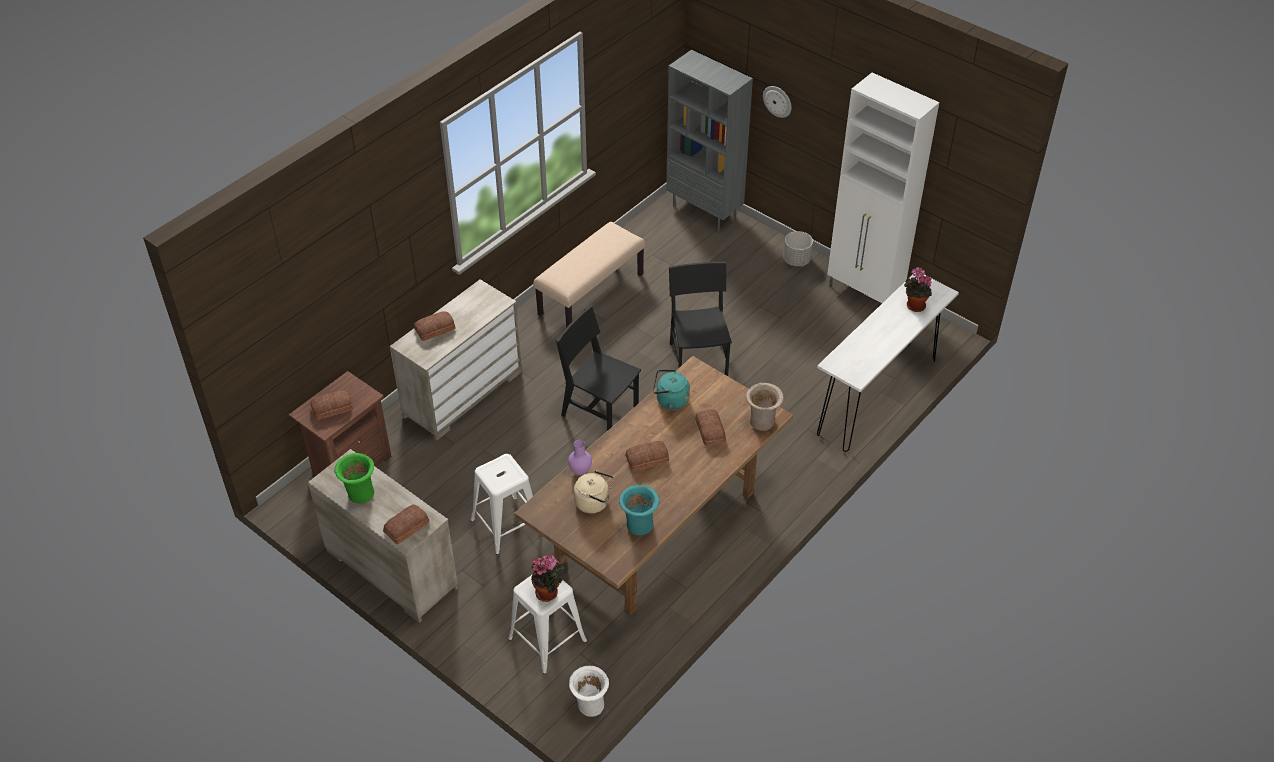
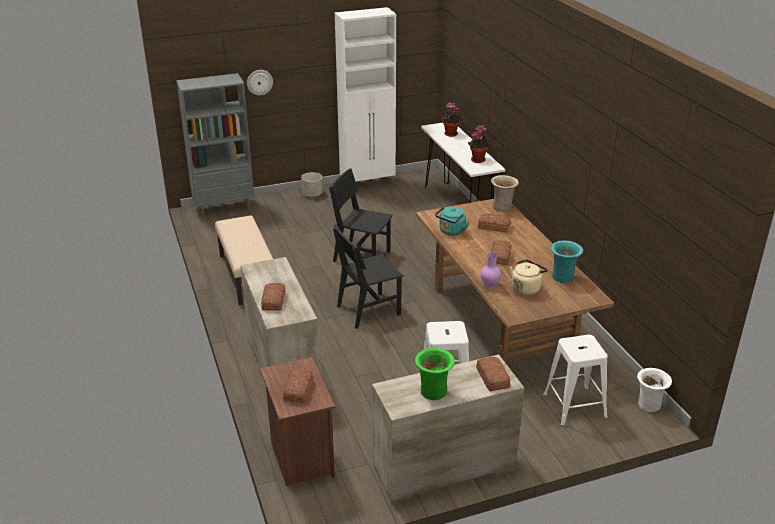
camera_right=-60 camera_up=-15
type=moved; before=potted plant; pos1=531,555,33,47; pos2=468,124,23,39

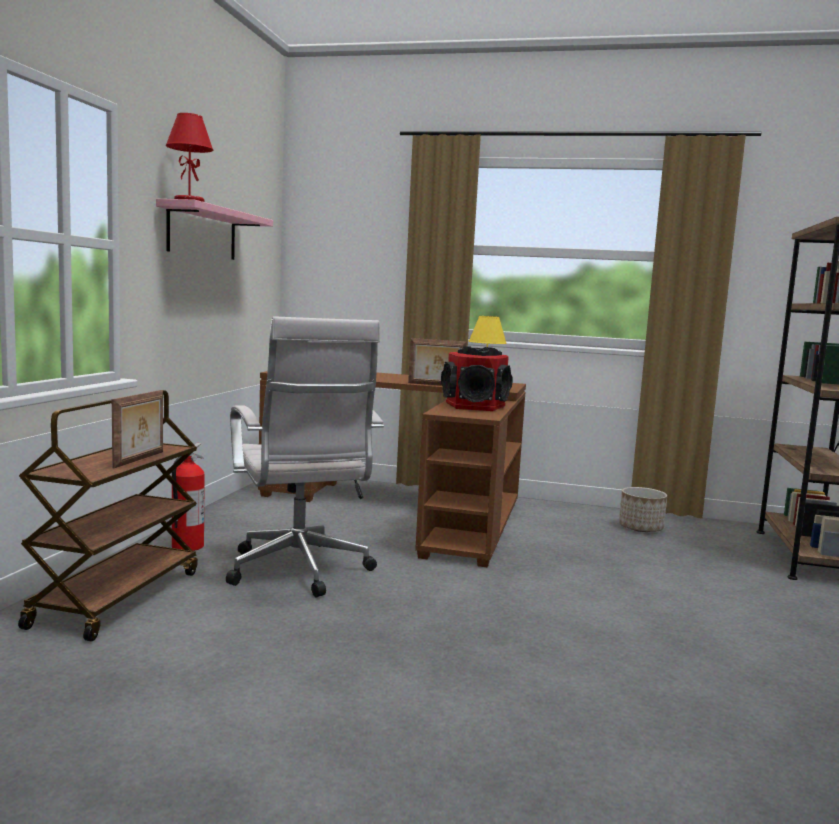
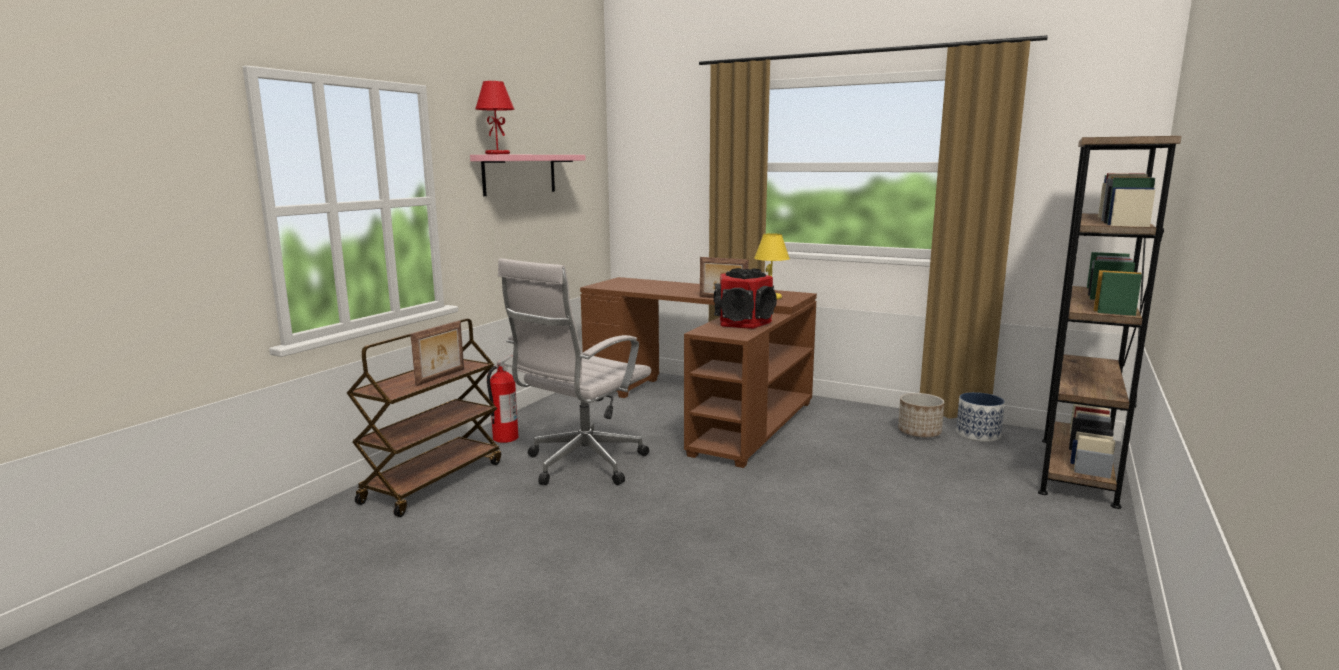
camera_right=15 camera_up=5
type=turned; before=office chair/white; pos1=226,316,158,281; pos2=498,258,153,227; turn=45
type=added; after=planter; pos2=956,392,49,50

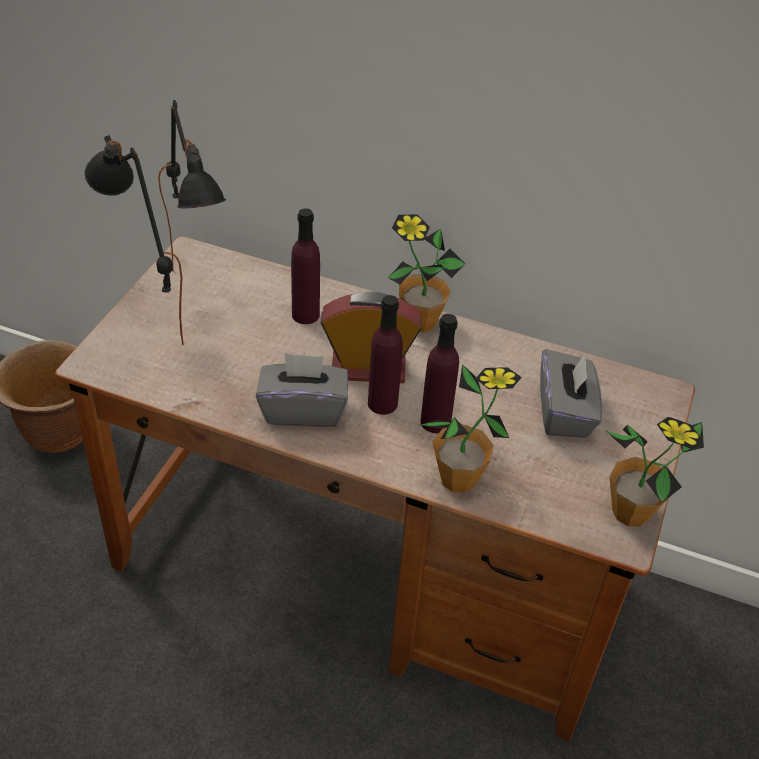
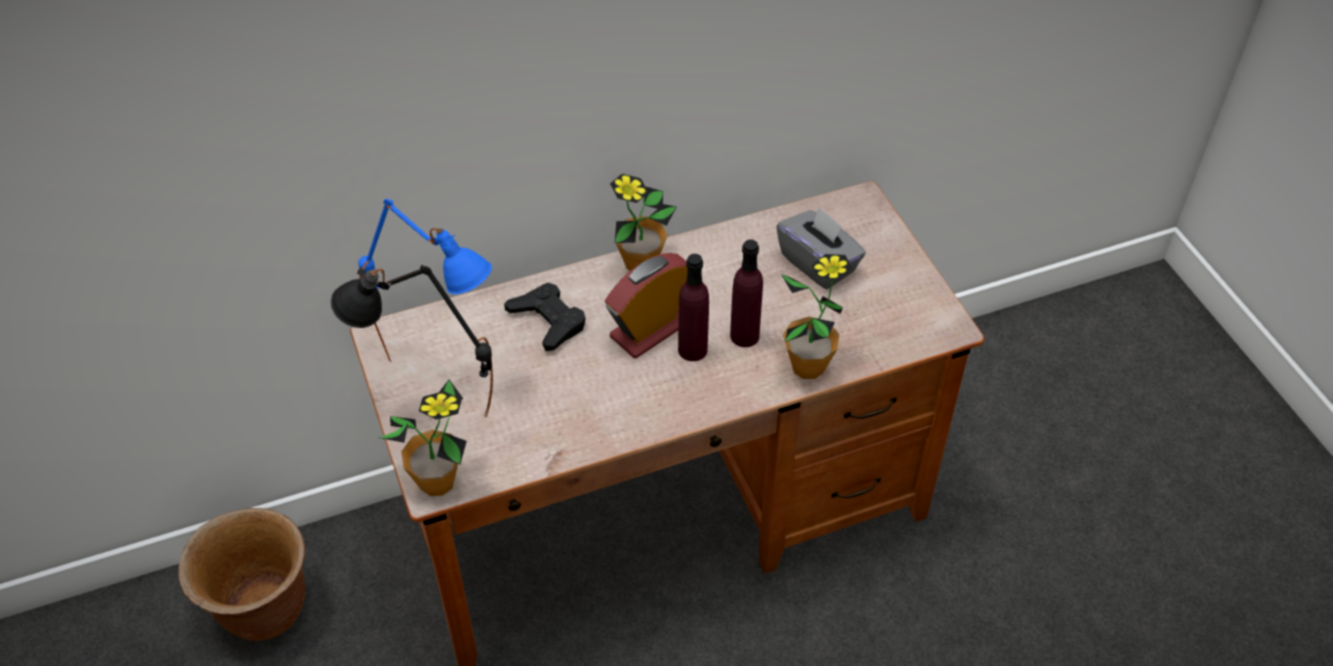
camera_right=-40 camera_up=5
type=recoloured; before=table lamp/black; after=table lamp/blue; pos1=158,100,68,172; pos2=358,199,134,163
type=removed; before=tissue box/grey; pos1=256,353,92,74
type=replaced; before=bottle/purple; after=game controller/black; pos1=291,208,29,116; pos2=504,283,81,68
type=moved; before=potted plant; pos1=605,417,99,109; pos2=379,380,88,116

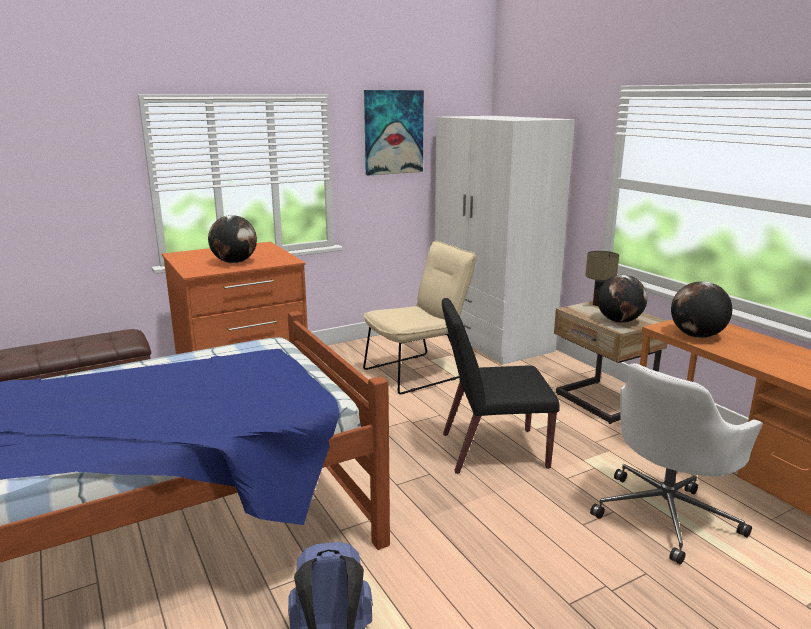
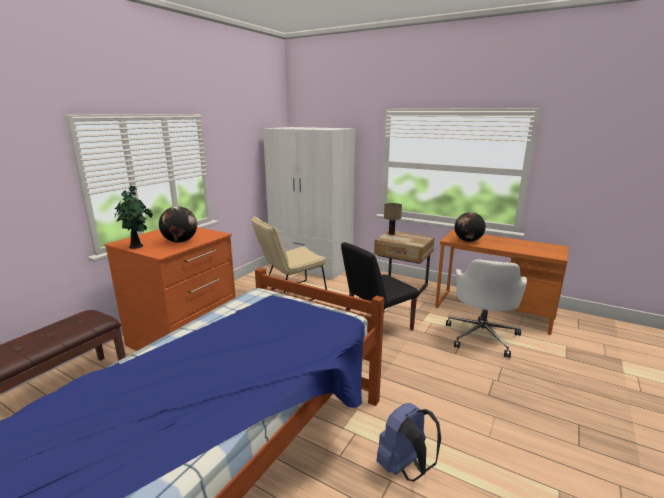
camera_right=-30 camera_up=0
type=turned; before=chair/beige; pos1=363,241,113,153; pos2=252,216,75,84; turn=-150
type=removed; before=picture; pos1=364,90,60,86
type=removed; before=globe; pos1=597,275,51,48
type=added; after=potted plant; pos2=114,186,39,63

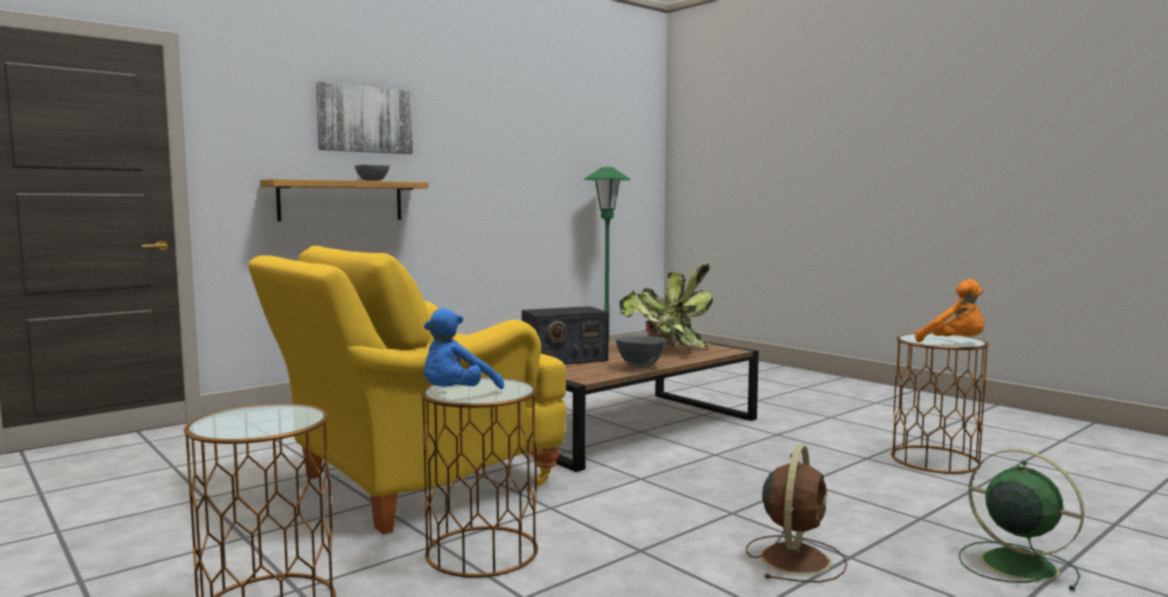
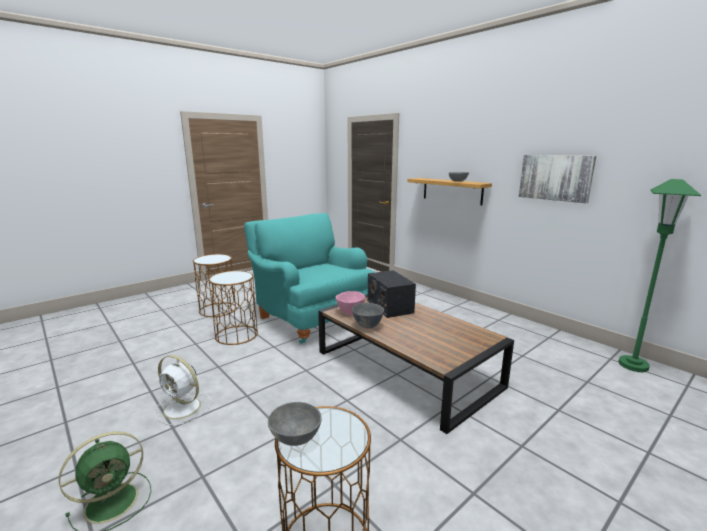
camera_right=90 camera_up=10
type=recoloured; before=armchair/yellow; after=armchair/turquoise; pos1=248,246,318,289; pos2=244,213,131,131
type=moved; before=picture; pos1=316,82,97,72; pos2=519,155,77,48
type=removed; before=plush toy/blue; pos1=424,308,80,81
type=removed; before=potted plant; pos1=620,262,93,87
type=recoloured; before=fan/brown; after=fan/white; pos1=746,445,101,138; pos2=154,355,57,70
type=replaced; before=plush toy/orange; after=bowl/grey; pos1=915,279,69,63; pos2=268,402,54,44
type=added; after=bowl/pink; pos2=336,291,29,24

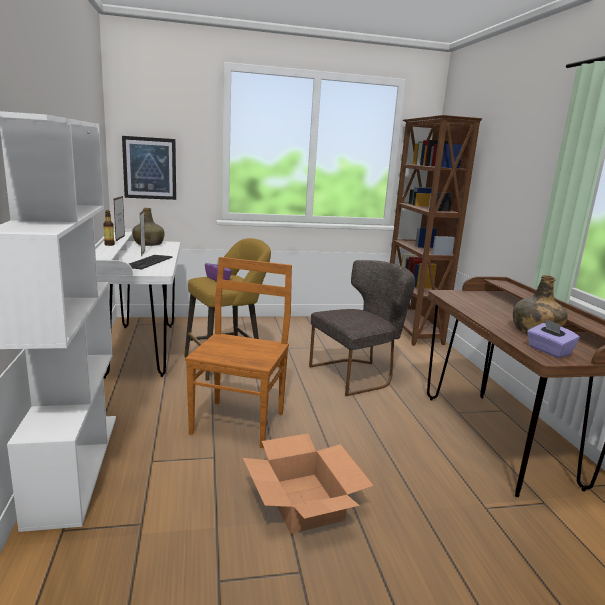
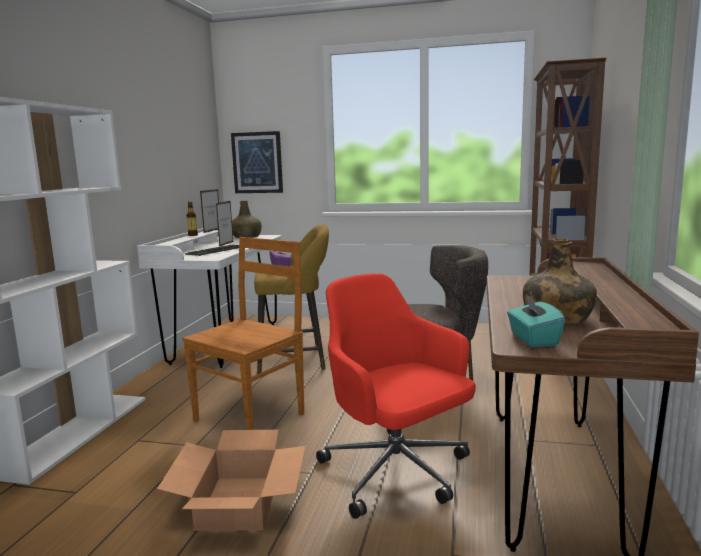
camera_right=25 camera_up=-5
type=recoloured; before=tissue box/purple; after=tissue box/turquoise; pos1=527,319,53,39; pos2=507,293,58,54
type=added; after=office chair/red; pos2=316,273,160,246

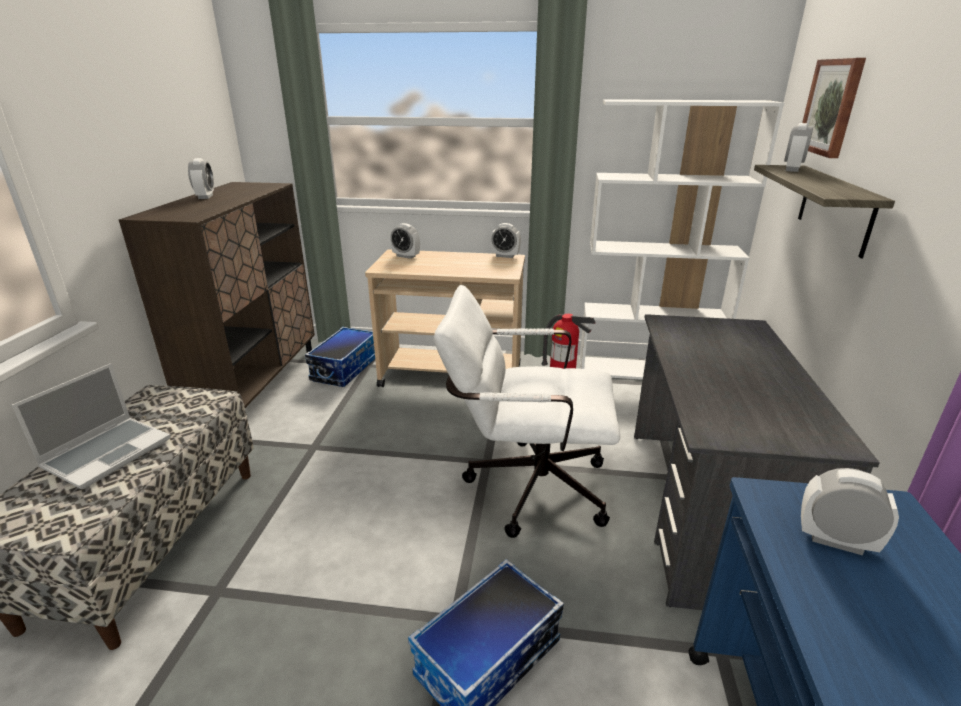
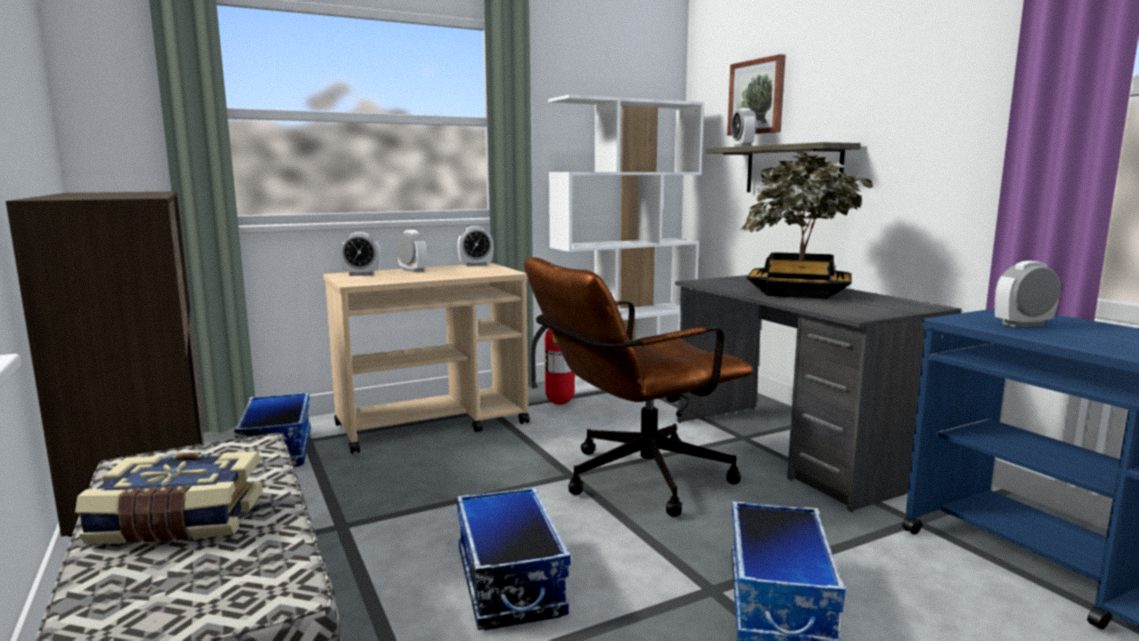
camera_right=-35 camera_up=-15
type=replaced; before=laptop; after=book; pos1=12,363,159,126; pos2=75,451,188,93
type=moved; before=alarm clock; pos1=188,158,26,41; pos2=396,230,32,42
type=recoloured; before=office chair/white; after=office chair/brown; pos1=434,285,186,253; pos2=524,257,229,260
type=added; after=storage box; pos2=457,487,114,143
type=added; after=potted plant; pos2=741,151,133,148

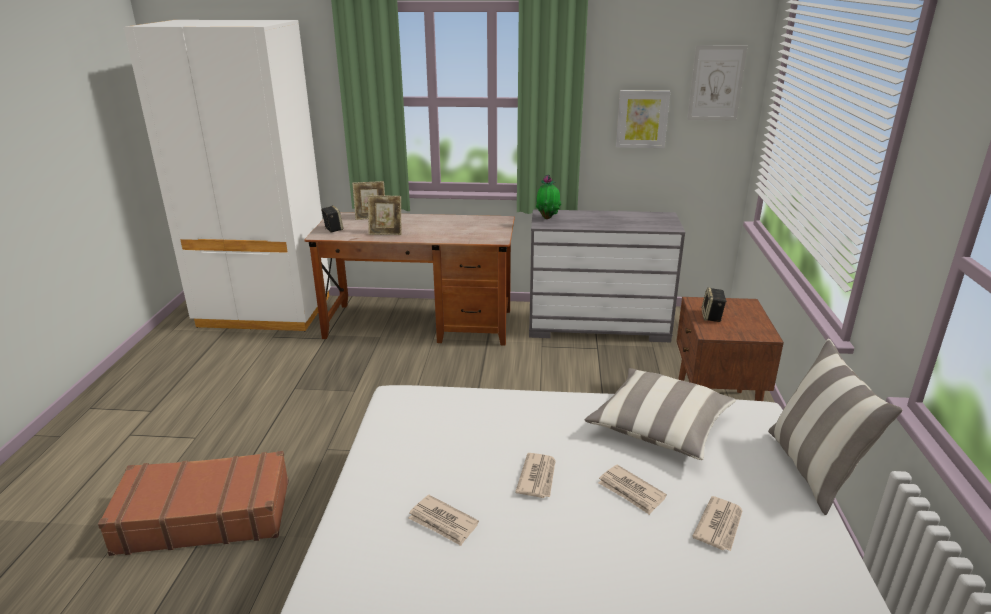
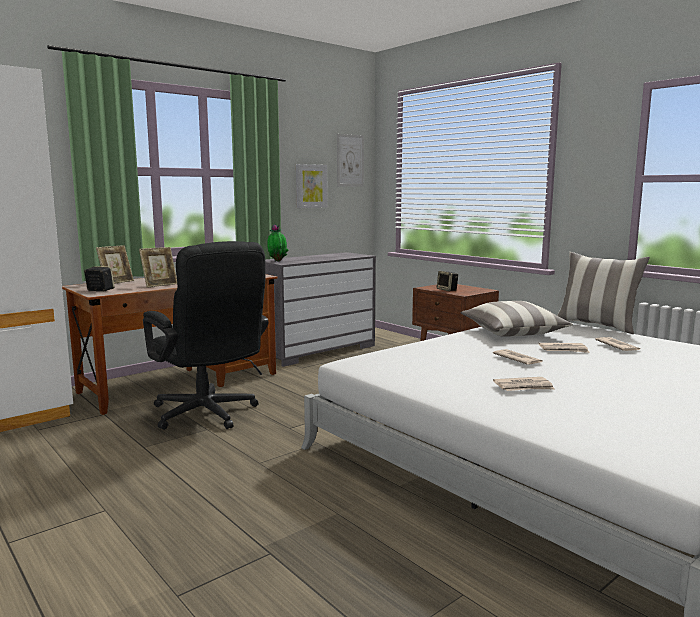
camera_right=-45 camera_up=-15
type=removed; before=suitcase/brown; pos1=98,451,191,105
type=added; after=office chair/black; pos2=143,241,126,189

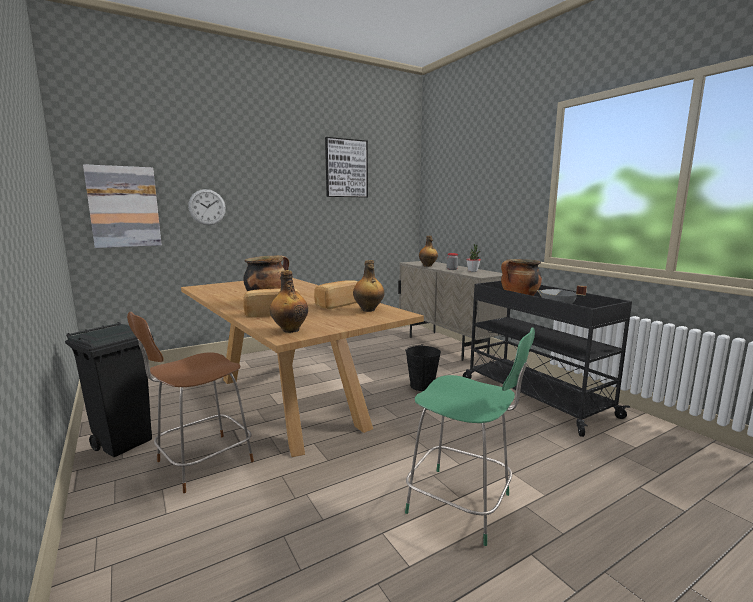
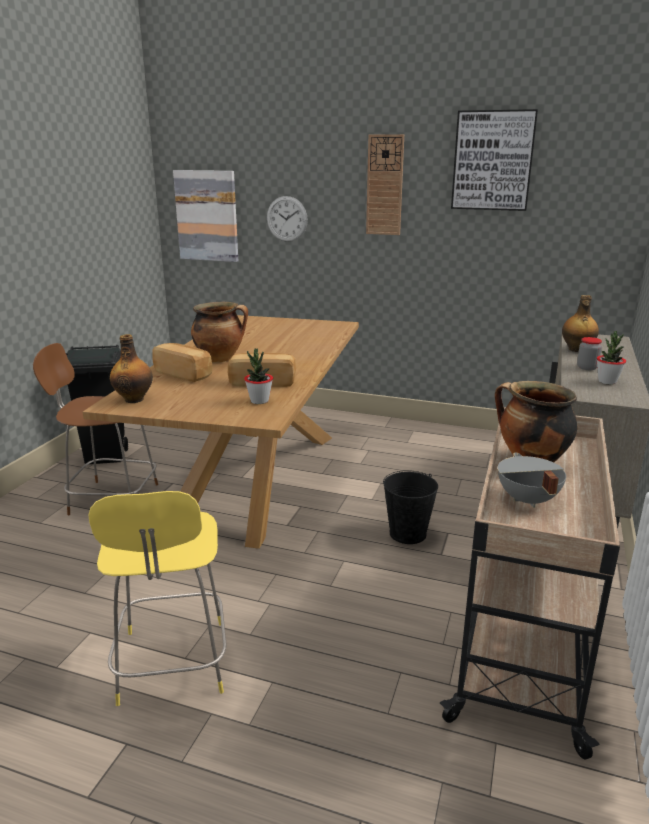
camera_right=50 camera_up=10
type=replaced; before=bottle; after=potted plant; pos1=353,260,32,52; pos2=244,349,29,55
type=recoloured; before=stool/green; after=stool/yellow; pos1=405,327,130,219; pos2=89,491,138,215
type=recoloured; before=cart/black; after=cart/beige; pos1=463,281,169,156; pos2=440,407,180,353
type=added; after=wall clock; pos2=366,134,38,101

